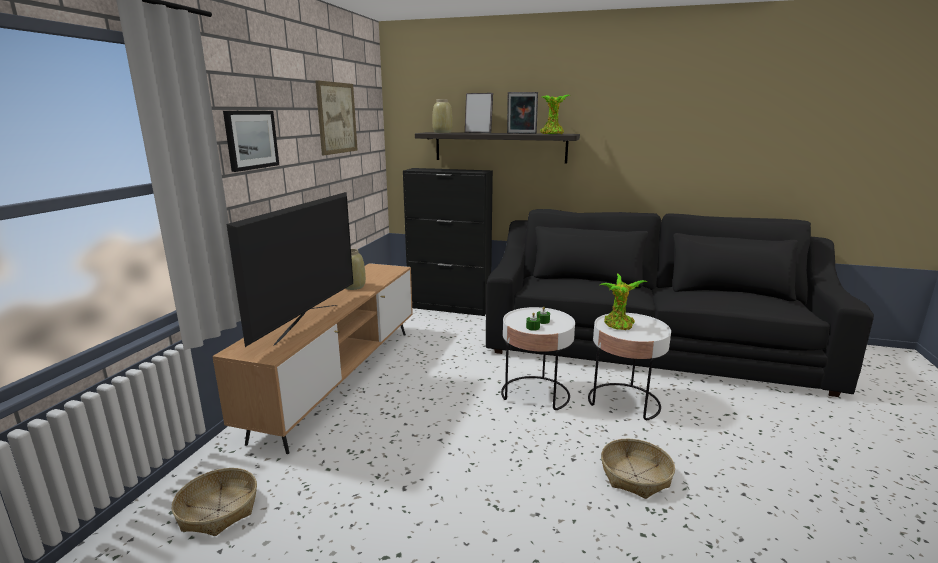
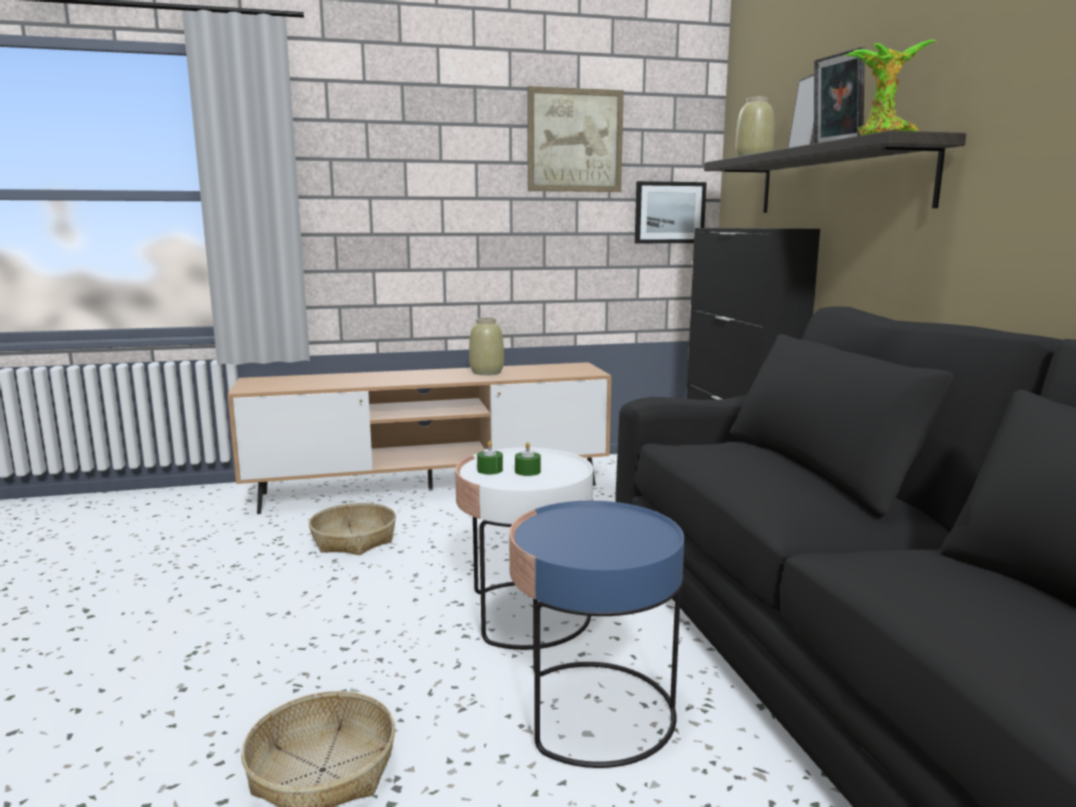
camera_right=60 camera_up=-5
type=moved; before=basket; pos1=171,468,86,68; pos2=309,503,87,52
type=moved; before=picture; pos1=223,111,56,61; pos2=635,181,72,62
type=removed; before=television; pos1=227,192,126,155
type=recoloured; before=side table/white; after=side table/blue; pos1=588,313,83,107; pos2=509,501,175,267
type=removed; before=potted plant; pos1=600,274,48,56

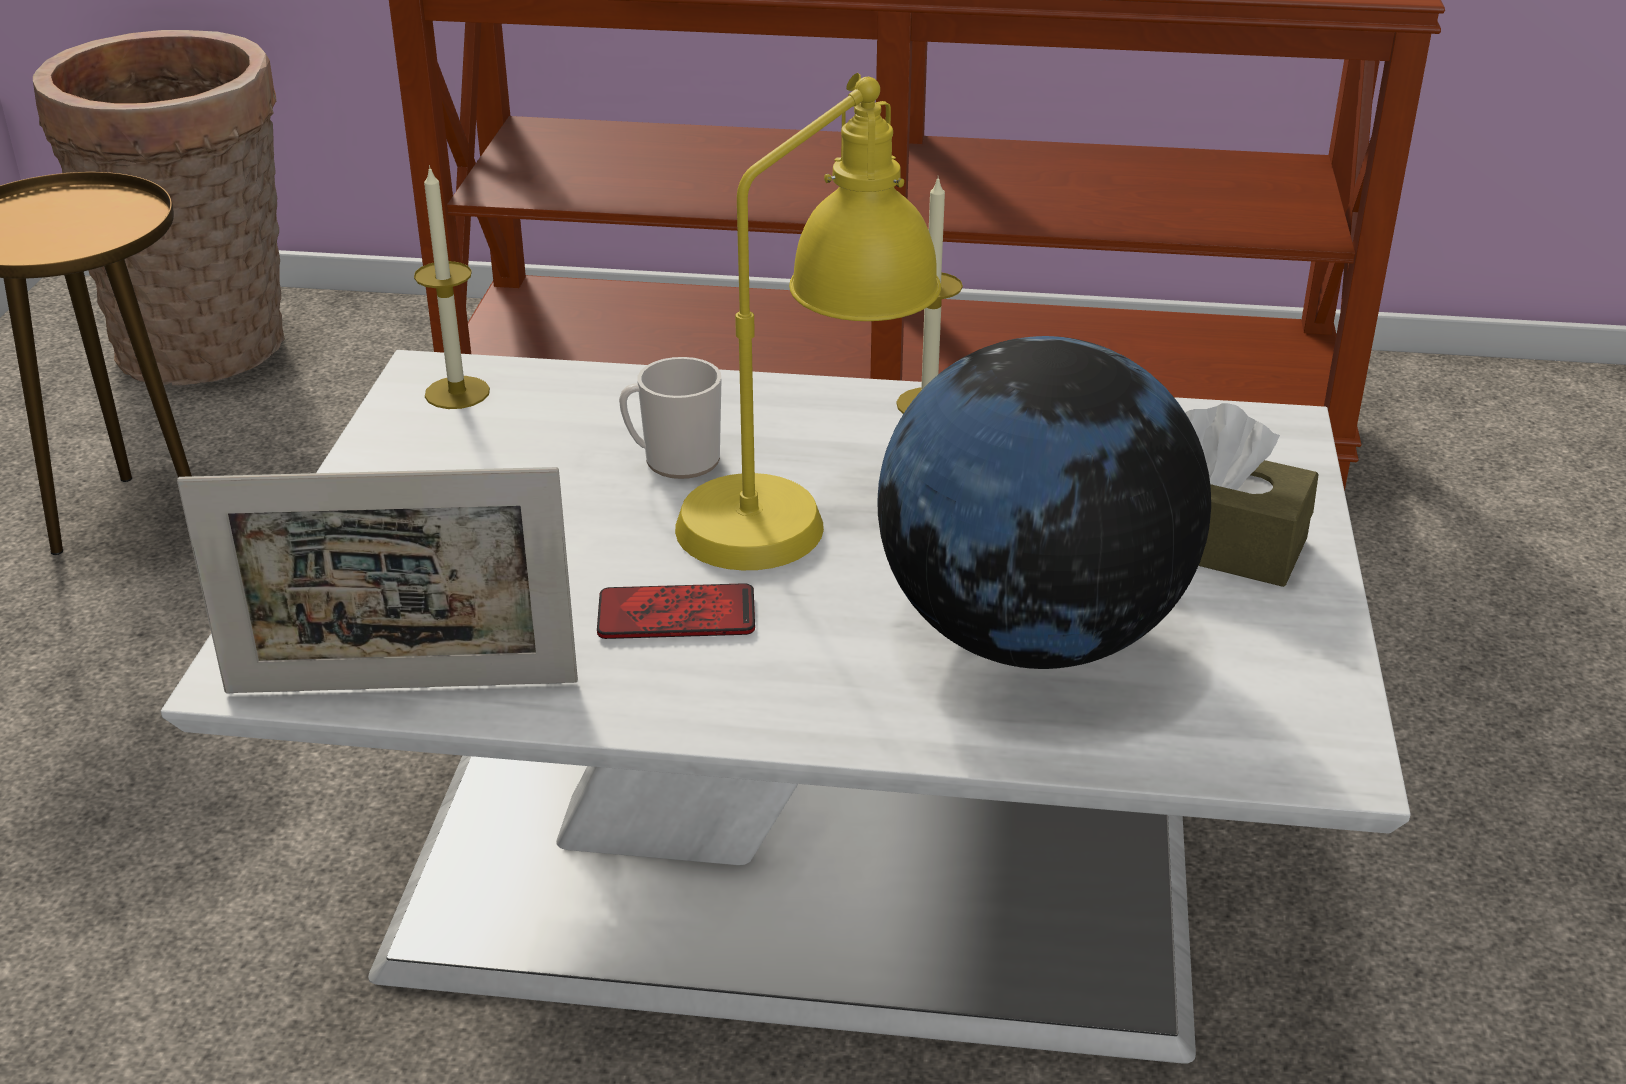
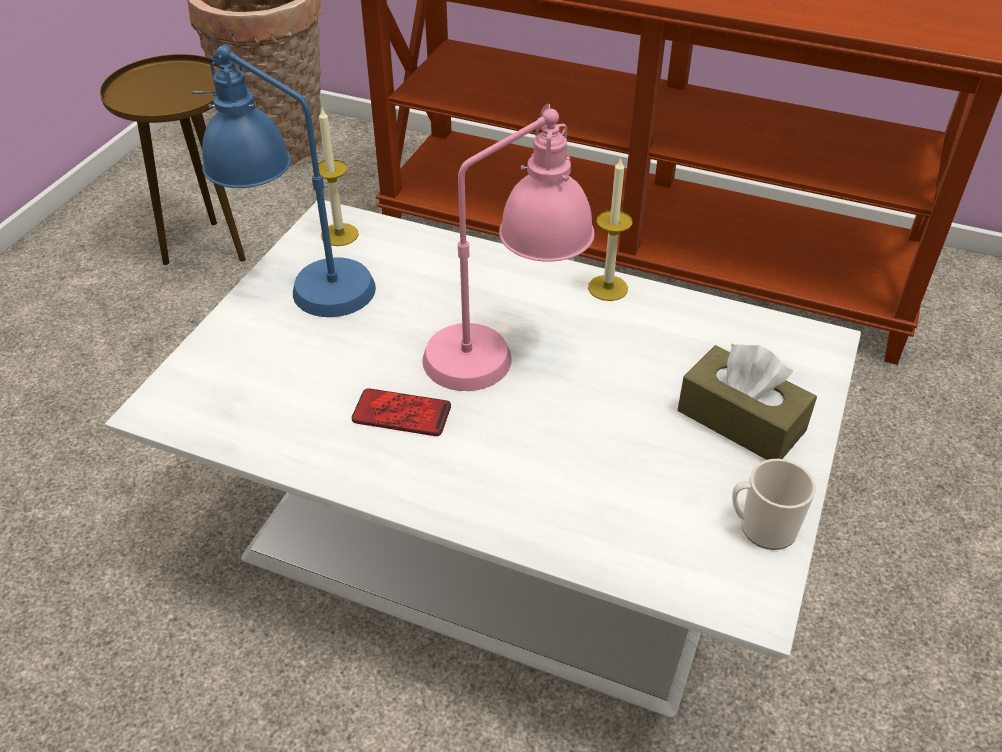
camera_right=15 camera_up=10
type=removed; before=picture frame; pos1=177,467,401,226
type=moved; before=mug; pos1=619,357,102,122; pos2=732,459,84,91
type=recoloured; before=table lamp/yellow; after=table lamp/pink; pos1=675,73,266,497; pos2=422,103,173,288
type=removed; before=globe; pos1=877,336,334,333
type=added; after=table lamp/blue; pos2=192,45,184,272

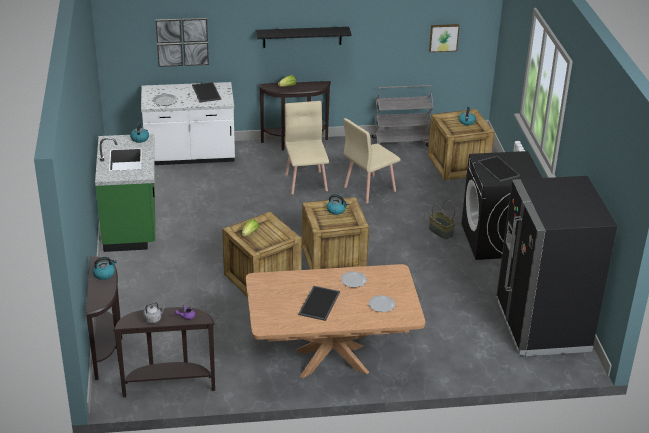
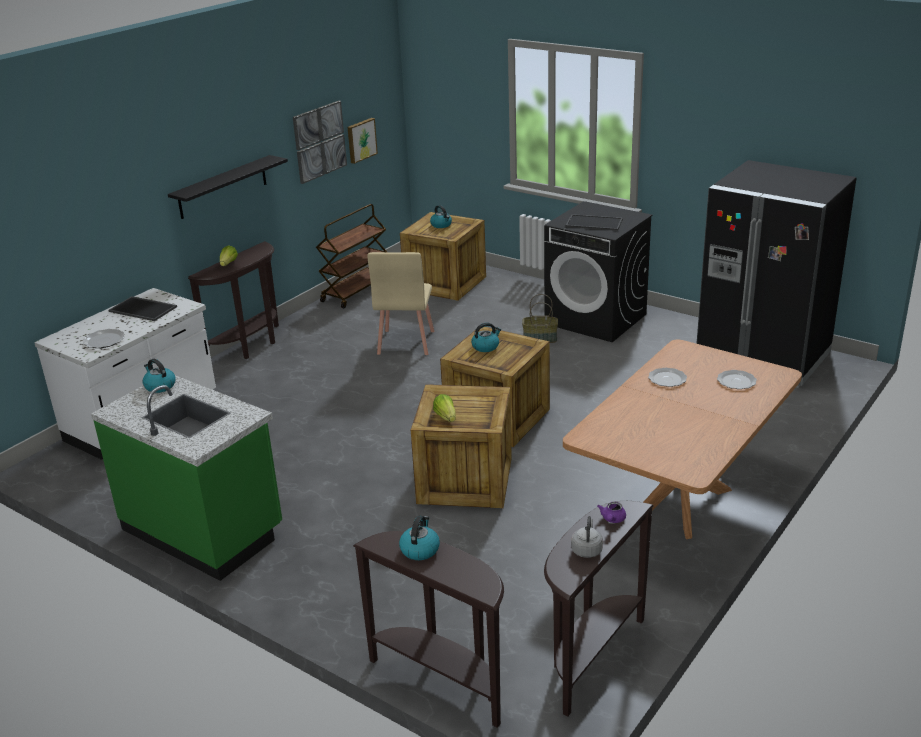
camera_right=-45 camera_up=-5
type=moved; before=picture; pos1=155,18,54,49; pos2=293,101,54,83
type=removed; before=chair/beige; pos1=285,101,44,93
type=removed; before=tray; pos1=298,286,42,35
type=recoloured; before=cart/grey; after=cart/brown; pos1=372,85,61,61; pos2=316,204,71,105

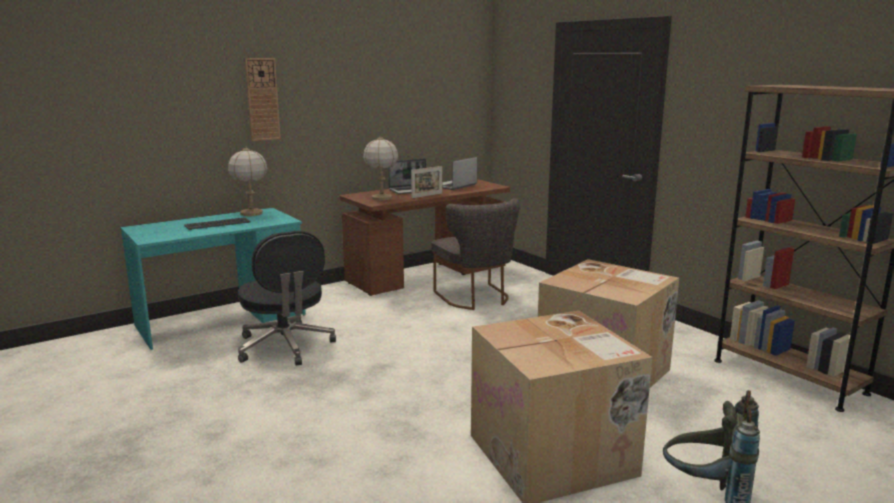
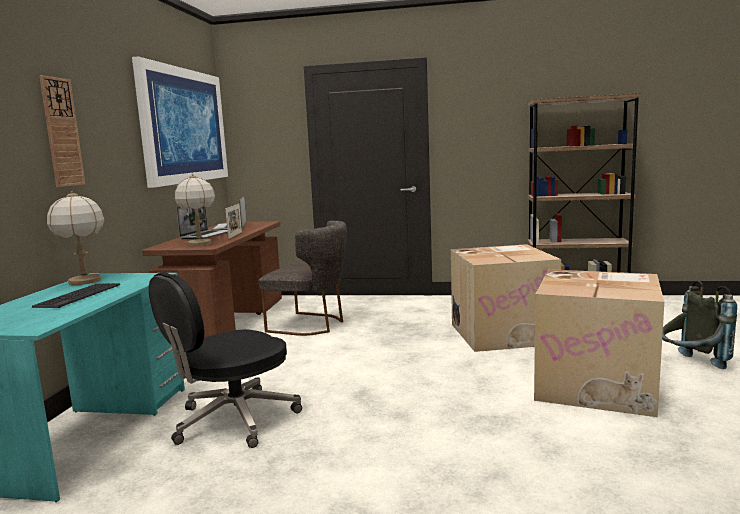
camera_right=-45 camera_up=-5
type=turned; before=office chair/black; pos1=238,231,98,135; pos2=149,272,153,176; turn=120
type=added; after=picture; pos2=132,57,96,131

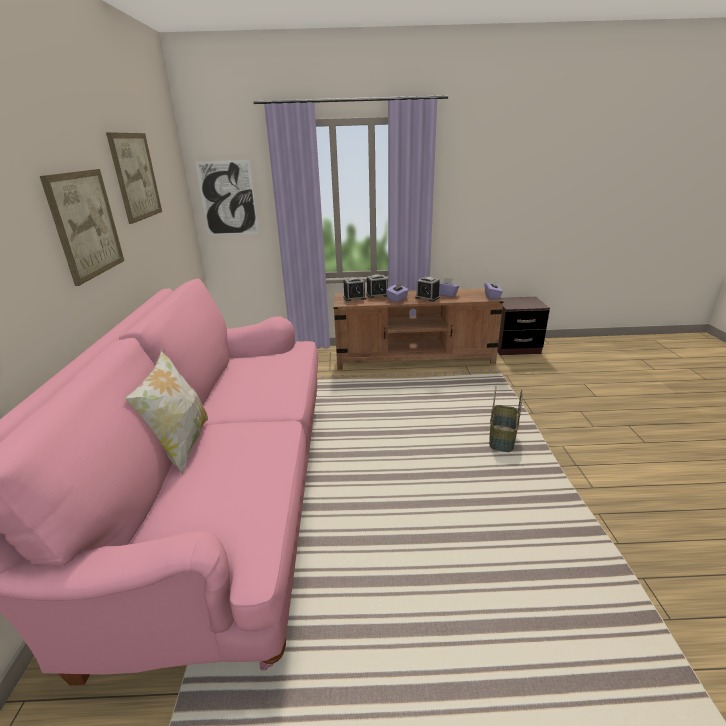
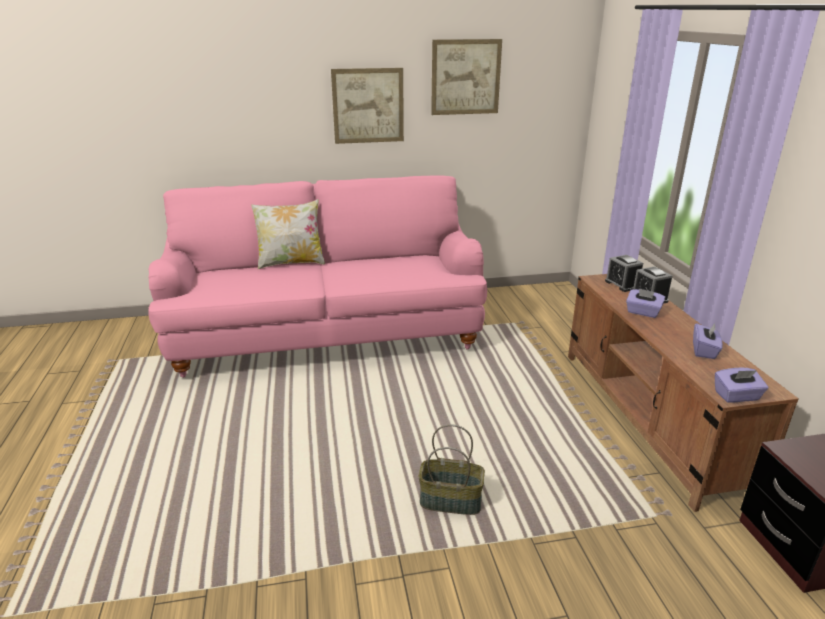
camera_right=80 camera_up=0
type=removed; before=picture; pos1=195,160,64,75
type=removed; before=alarm clock; pos1=415,277,25,25

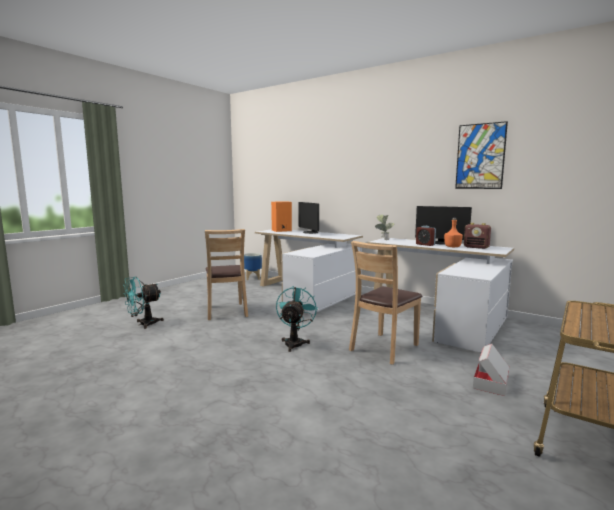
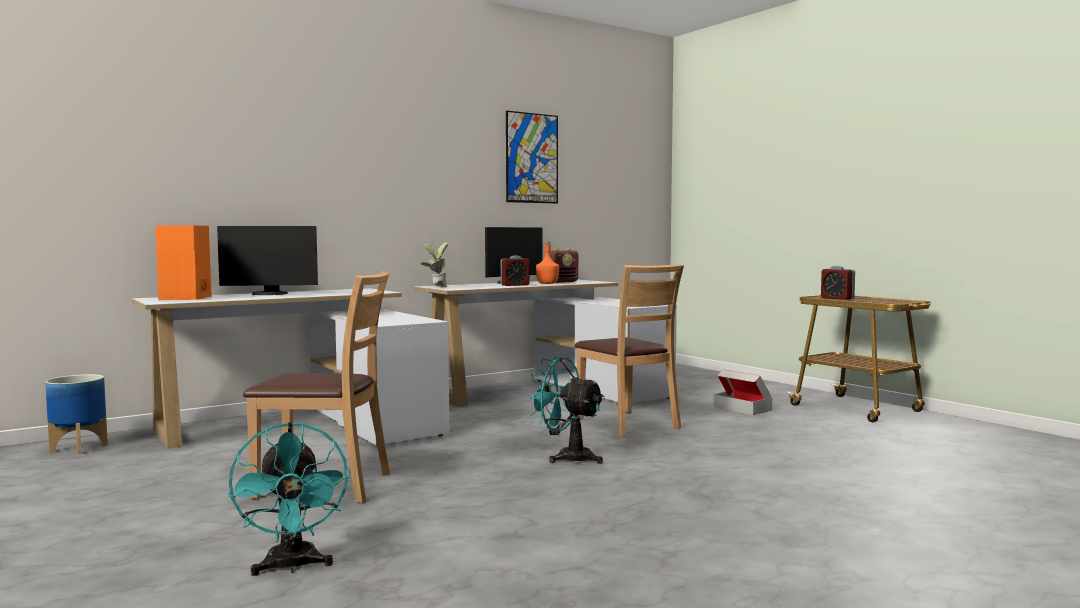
camera_right=-70 camera_up=-5
type=added; after=alarm clock; pos2=821,266,34,34

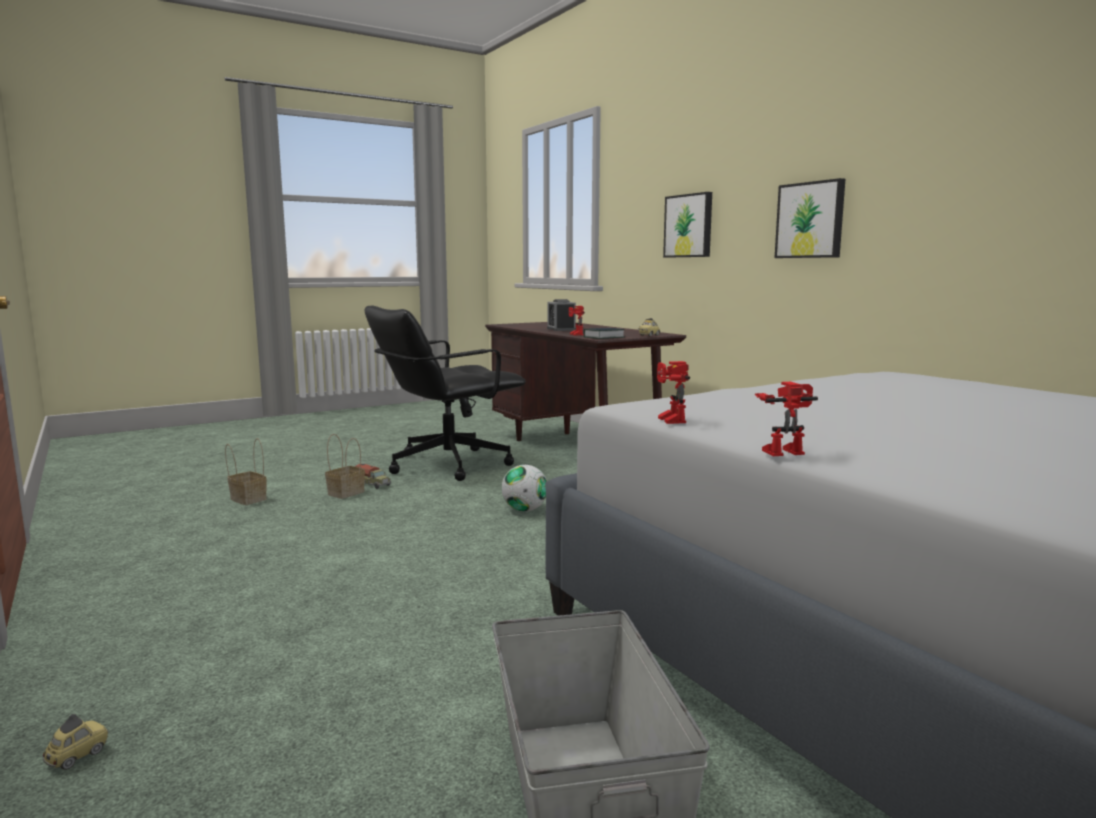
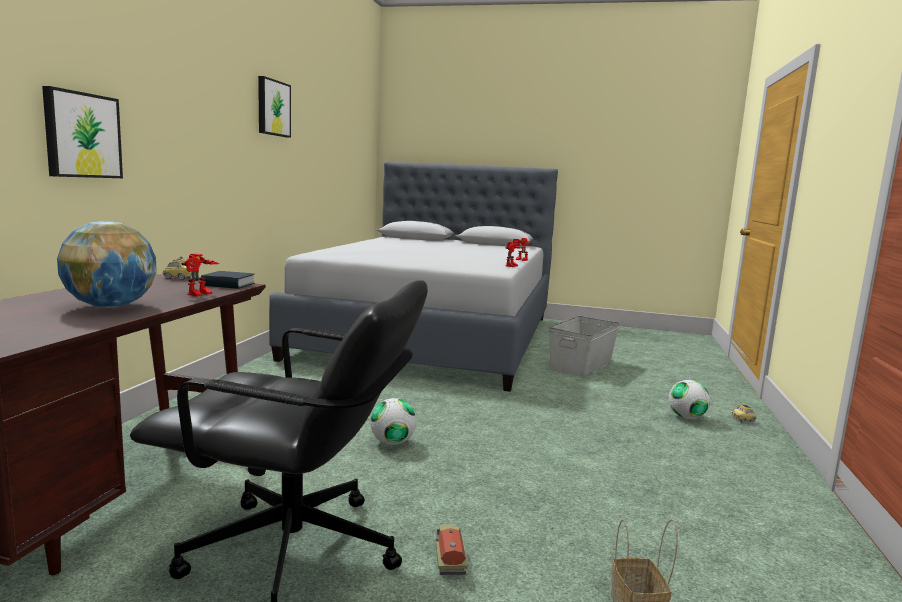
camera_right=-135 camera_up=0
type=removed; before=basket; pos1=325,434,40,65
type=replaced; before=alarm clock; after=globe; pos1=547,299,29,32; pos2=57,221,100,87
type=moved; before=picture; pos1=775,178,70,80; pos2=258,76,33,62
type=added; after=football; pos2=669,380,41,39

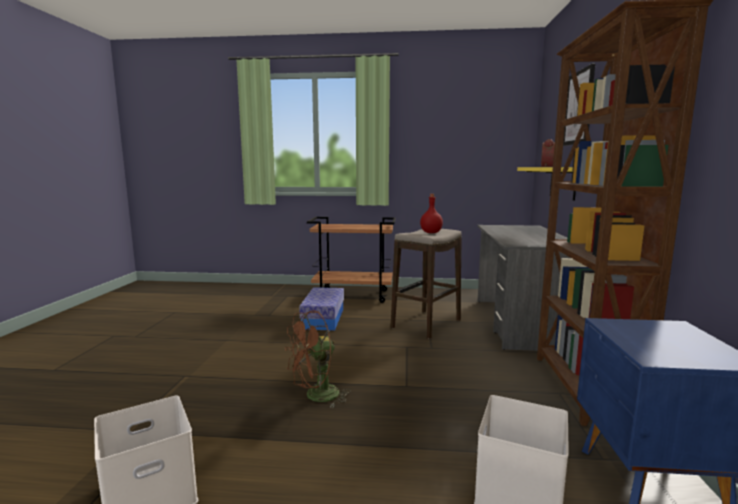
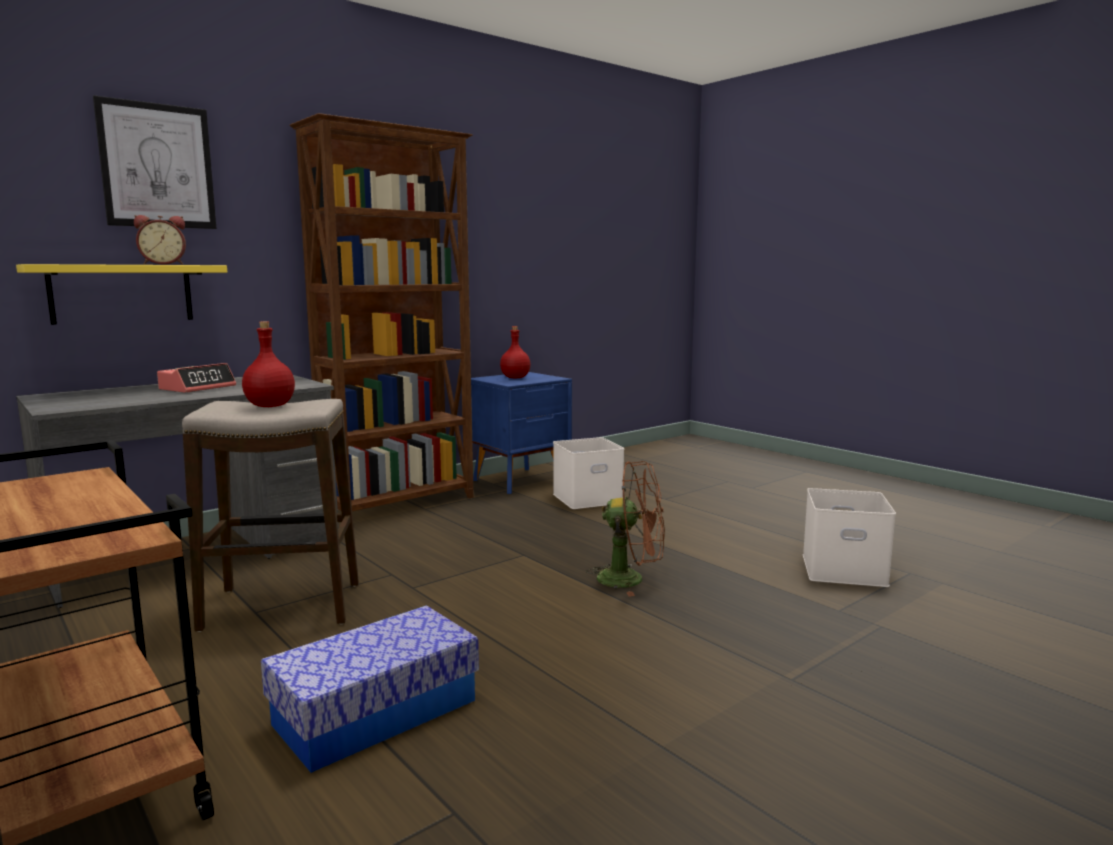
camera_right=-135 camera_up=0
type=added; after=alarm clock; pos2=157,363,79,30
type=added; after=bottle/red; pos2=500,326,31,52

